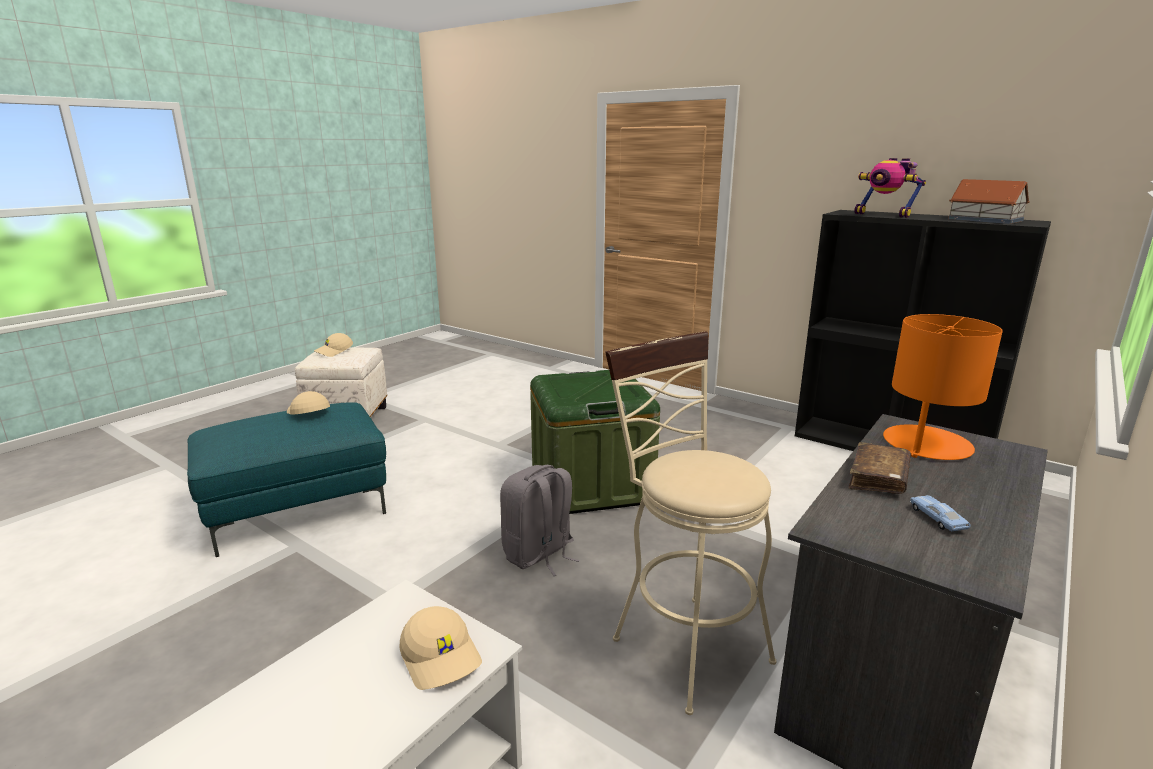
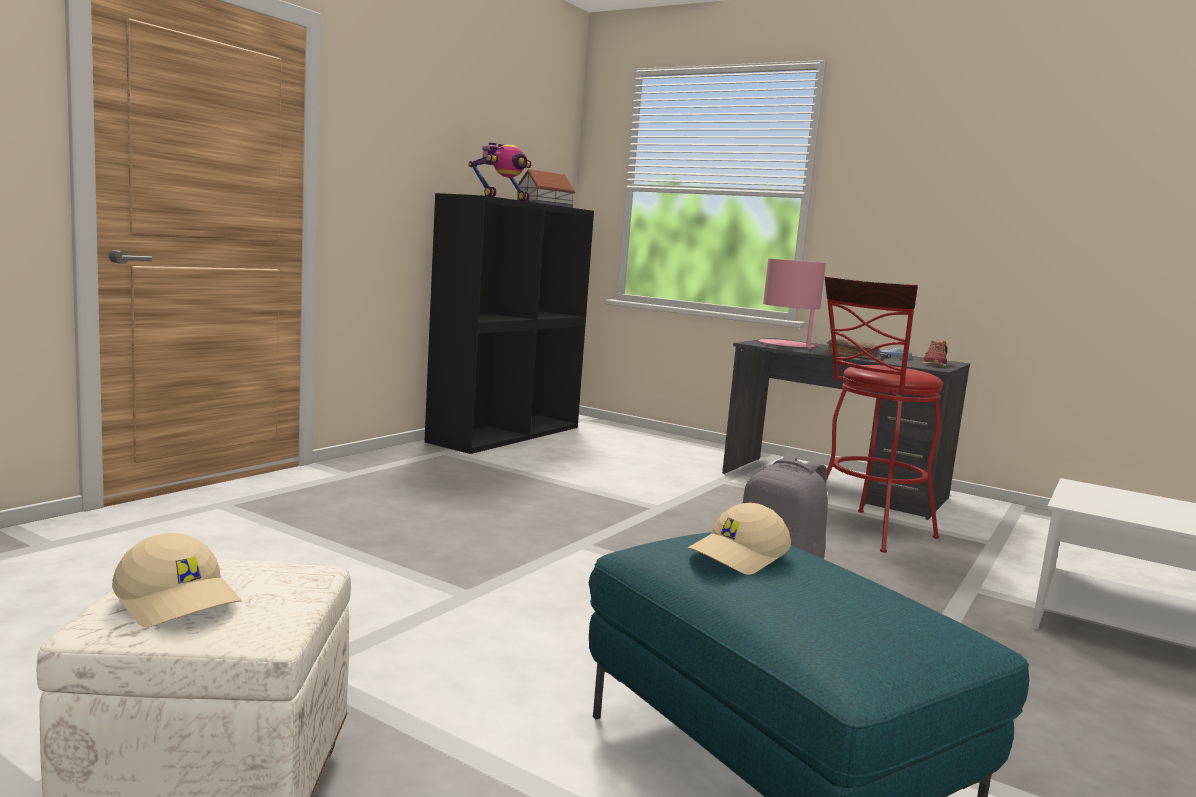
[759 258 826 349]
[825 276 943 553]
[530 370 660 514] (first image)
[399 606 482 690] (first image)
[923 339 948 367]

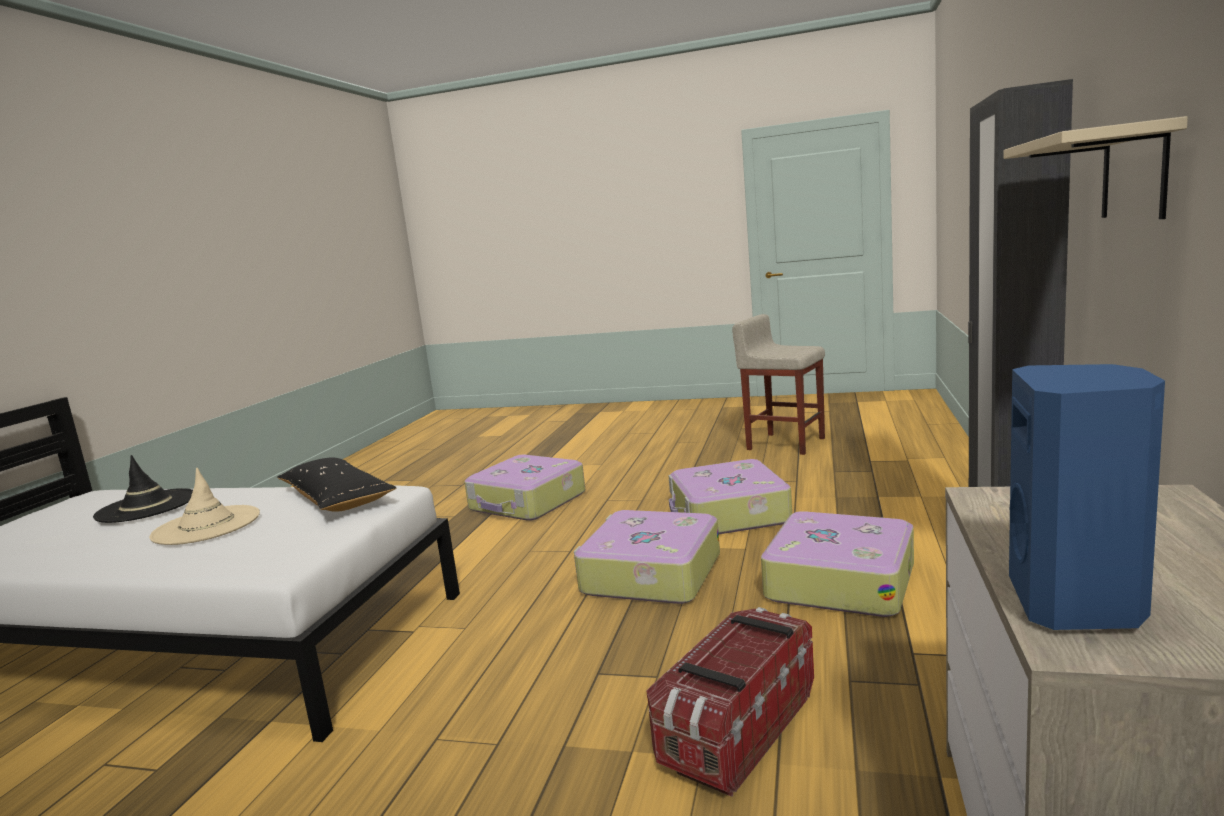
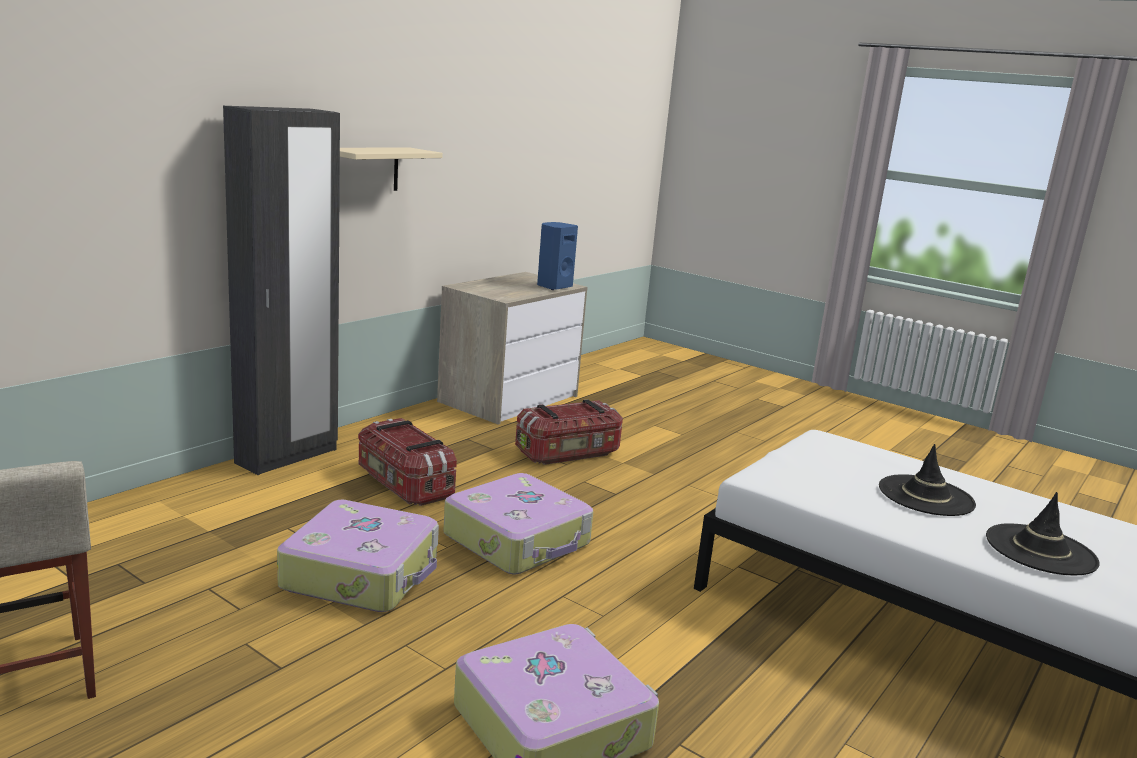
[277 457 396 512] (first image)
[879 444 976 516]
[358 418 457 506]

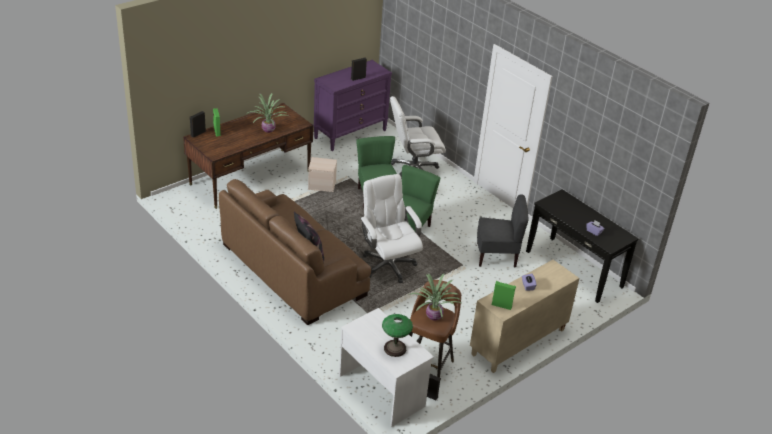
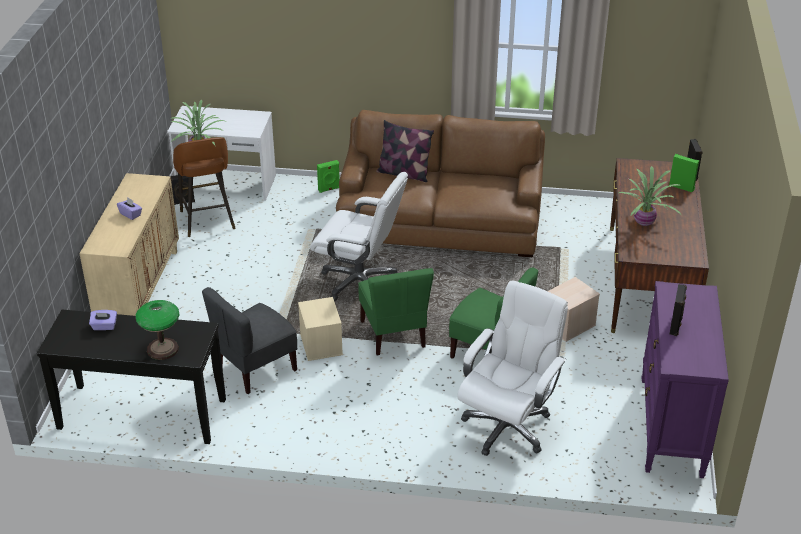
[317 160 340 193]
[135 300 180 360]
[298 297 343 361]

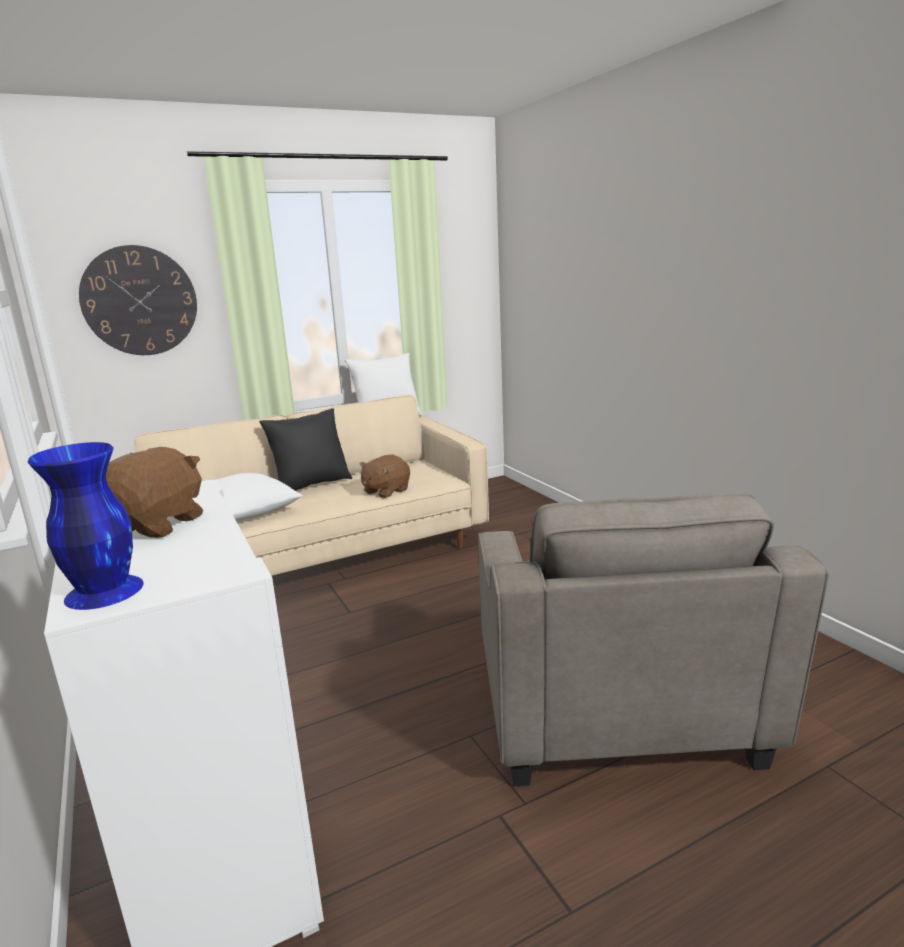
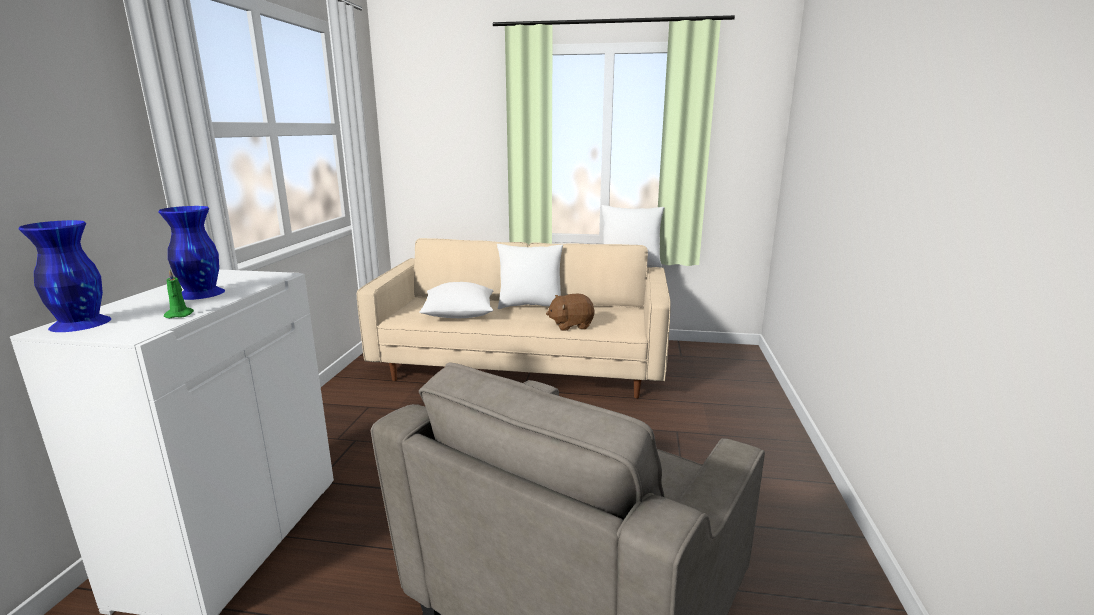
[79 245 197 355] (first image)
[497 244 563 309]
[158 206 225 300]
[164 270 194 318]

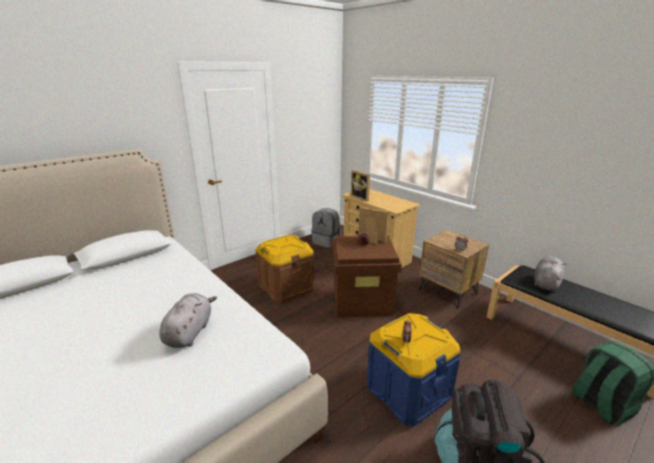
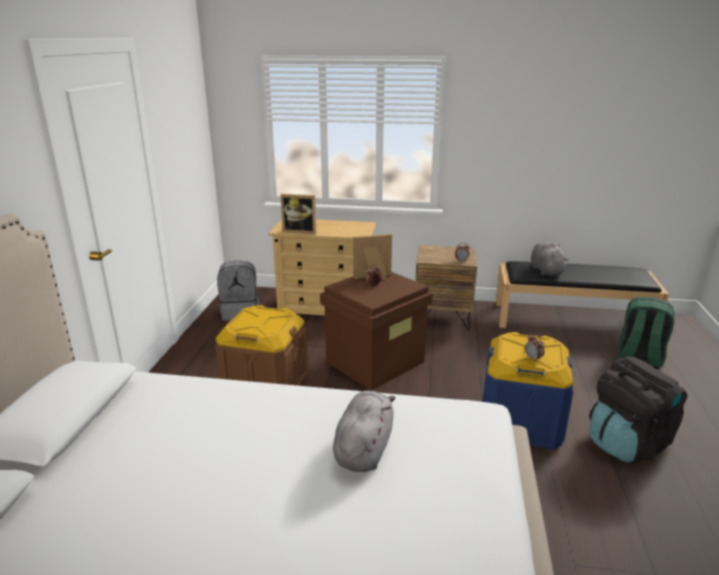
[333 391 395 472]

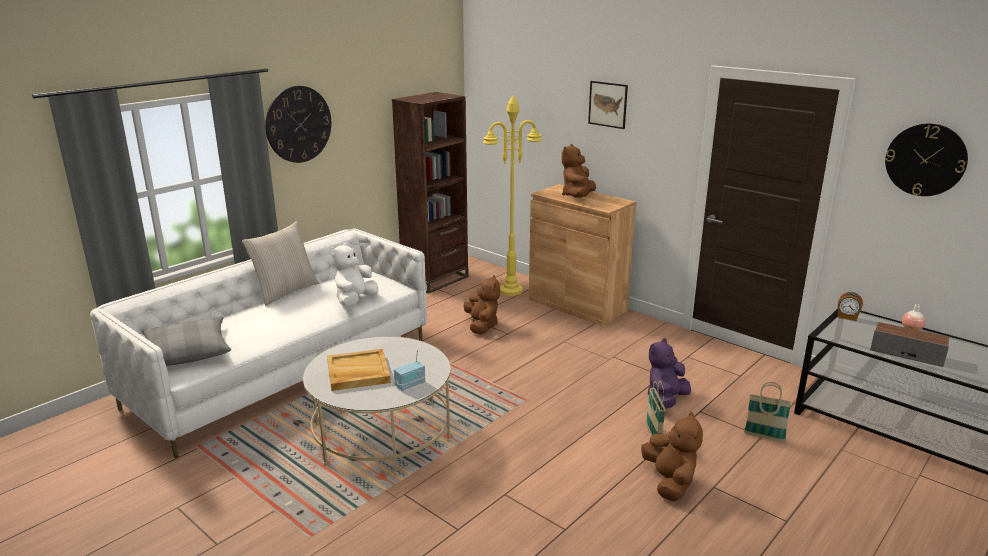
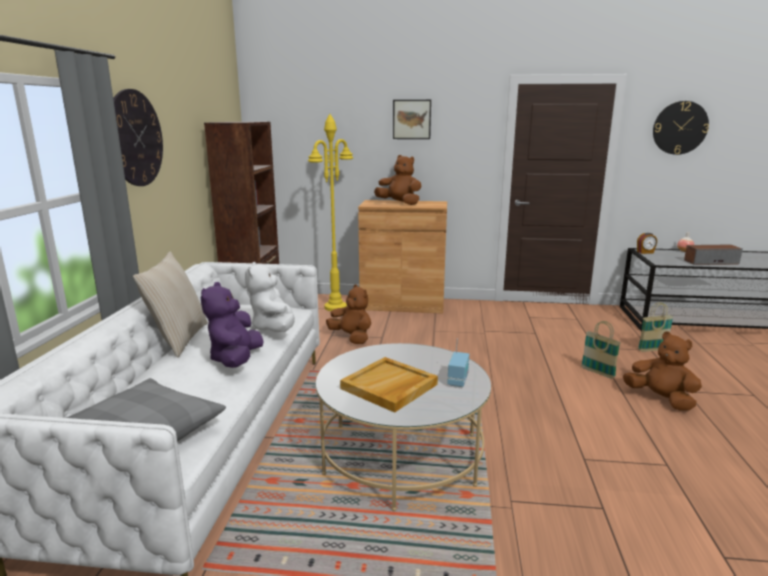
[374 155 421 205]
[201 282 264 368]

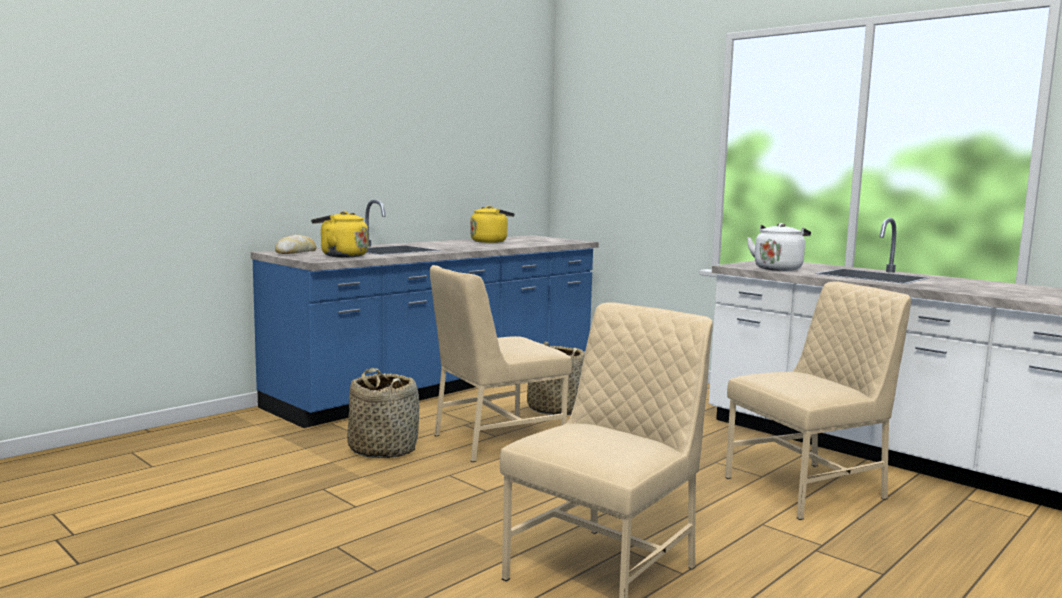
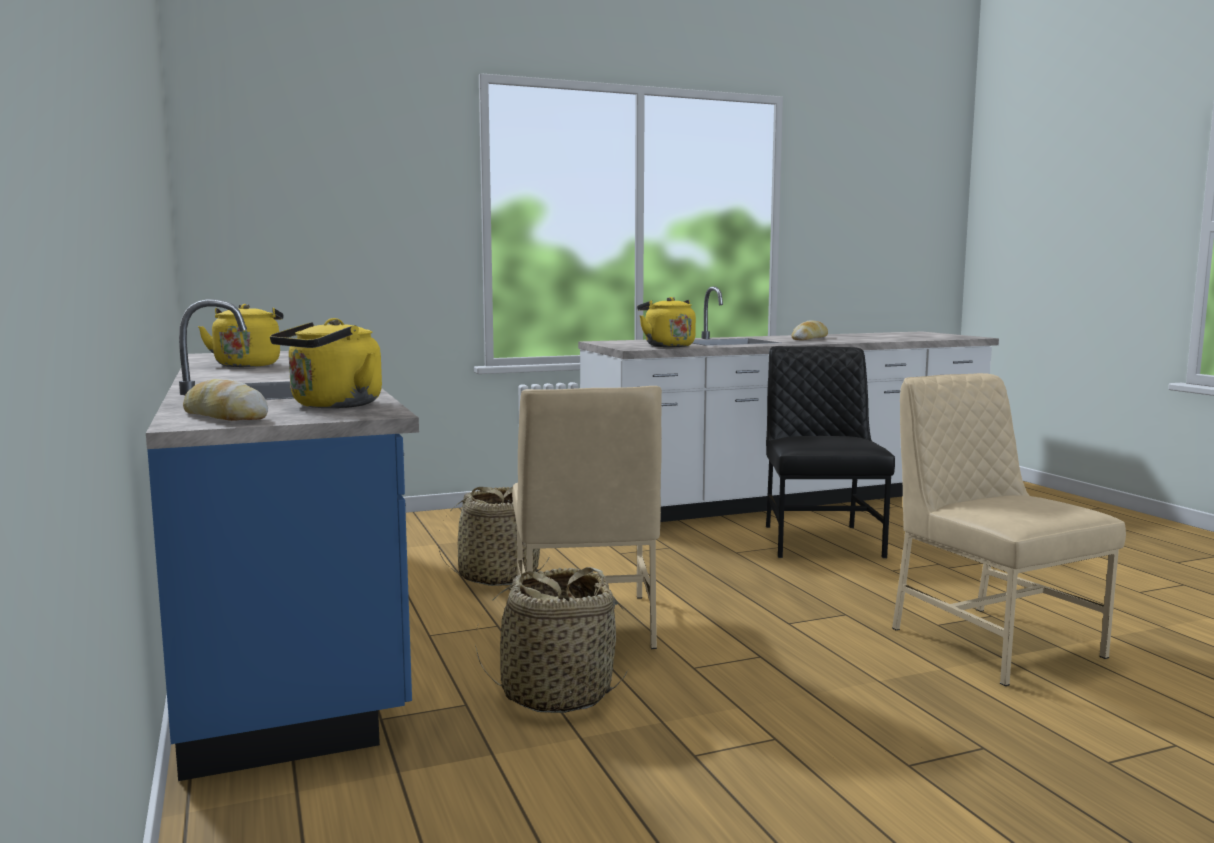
[637 297 696 347]
[766 346 895 558]
[791 320 828 340]

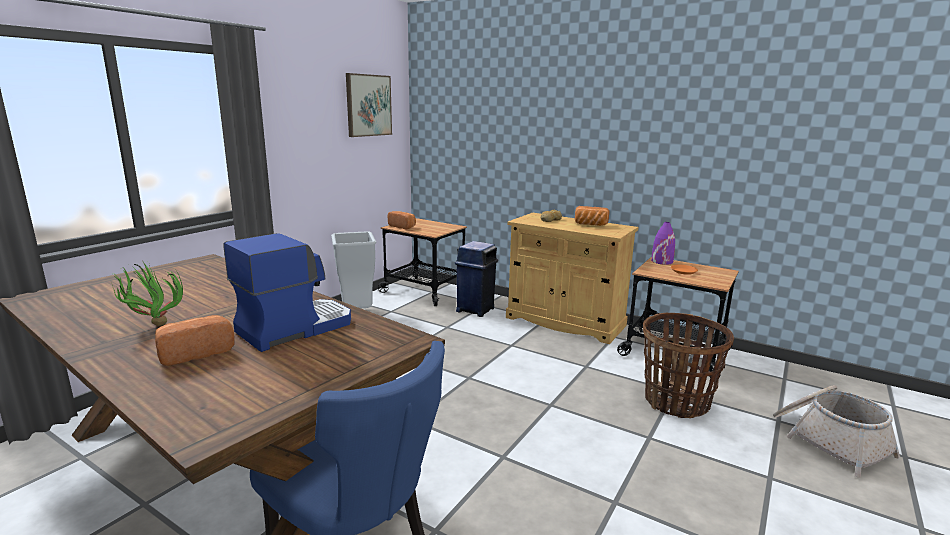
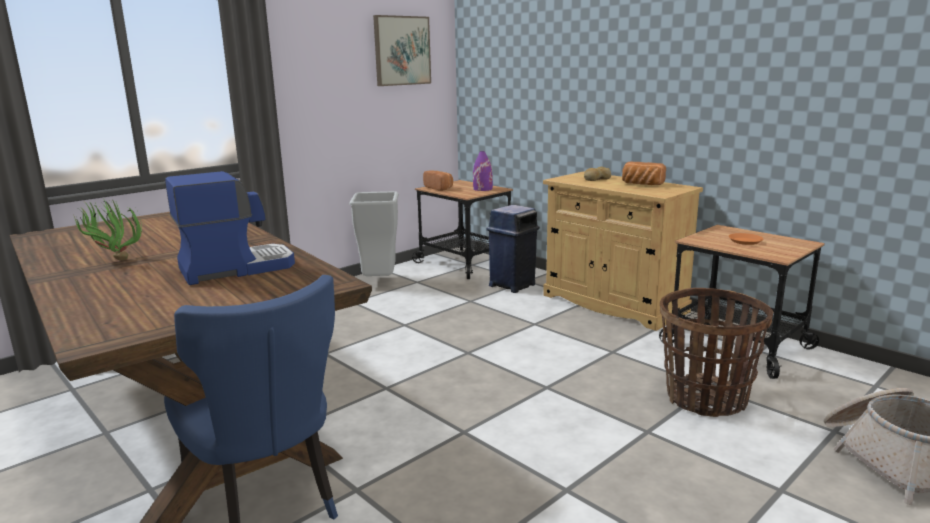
[473 151 493 191]
[155 315 235 366] (first image)

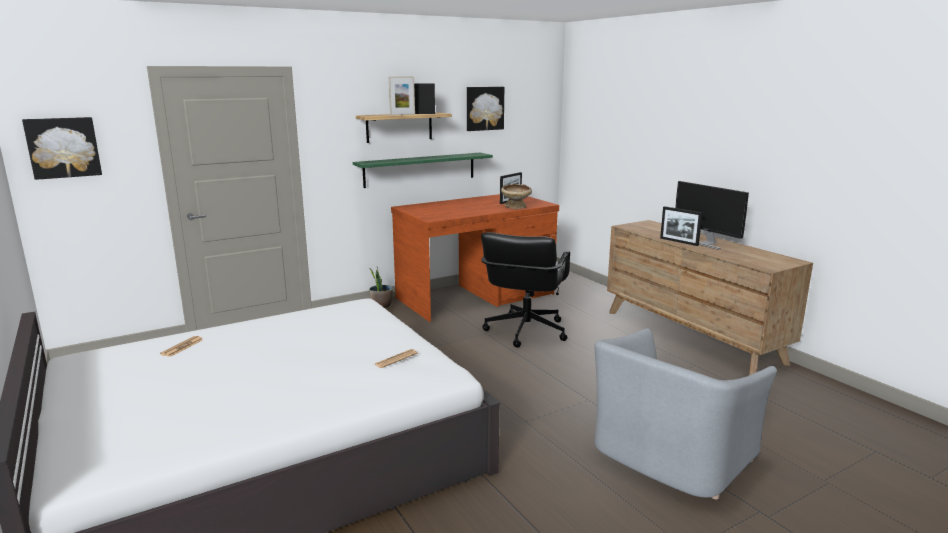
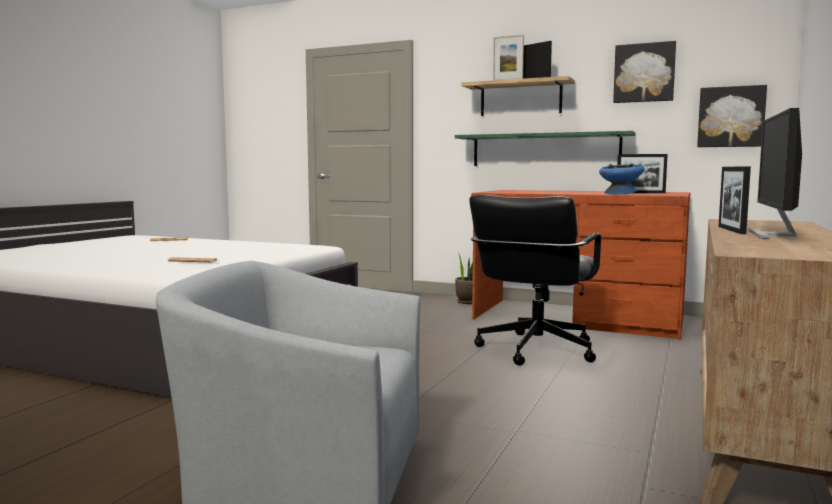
[697 85 767 147]
[599 163 645 194]
[469 195 601 366]

